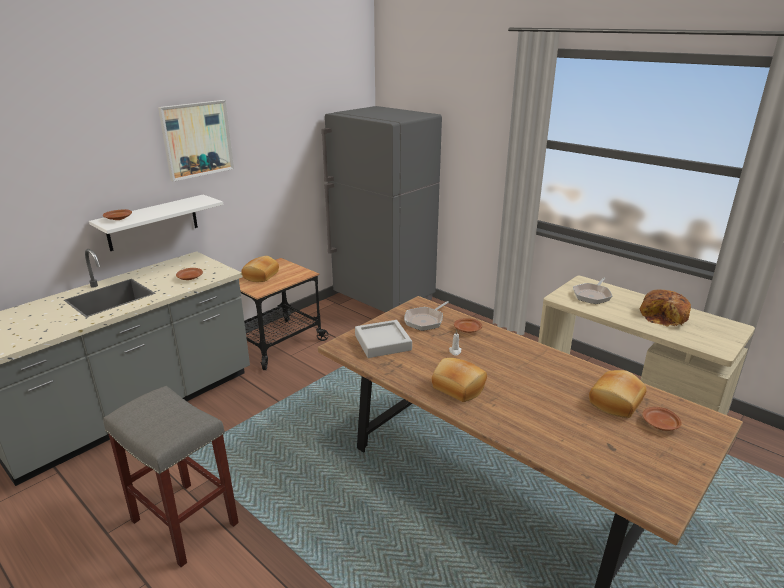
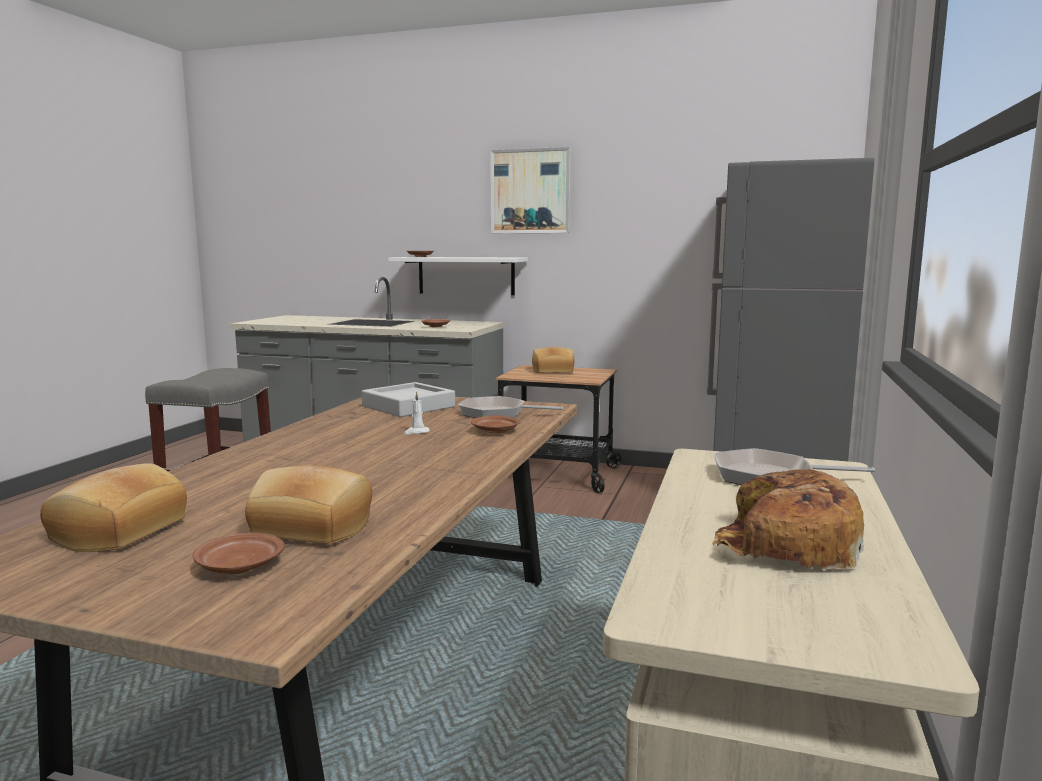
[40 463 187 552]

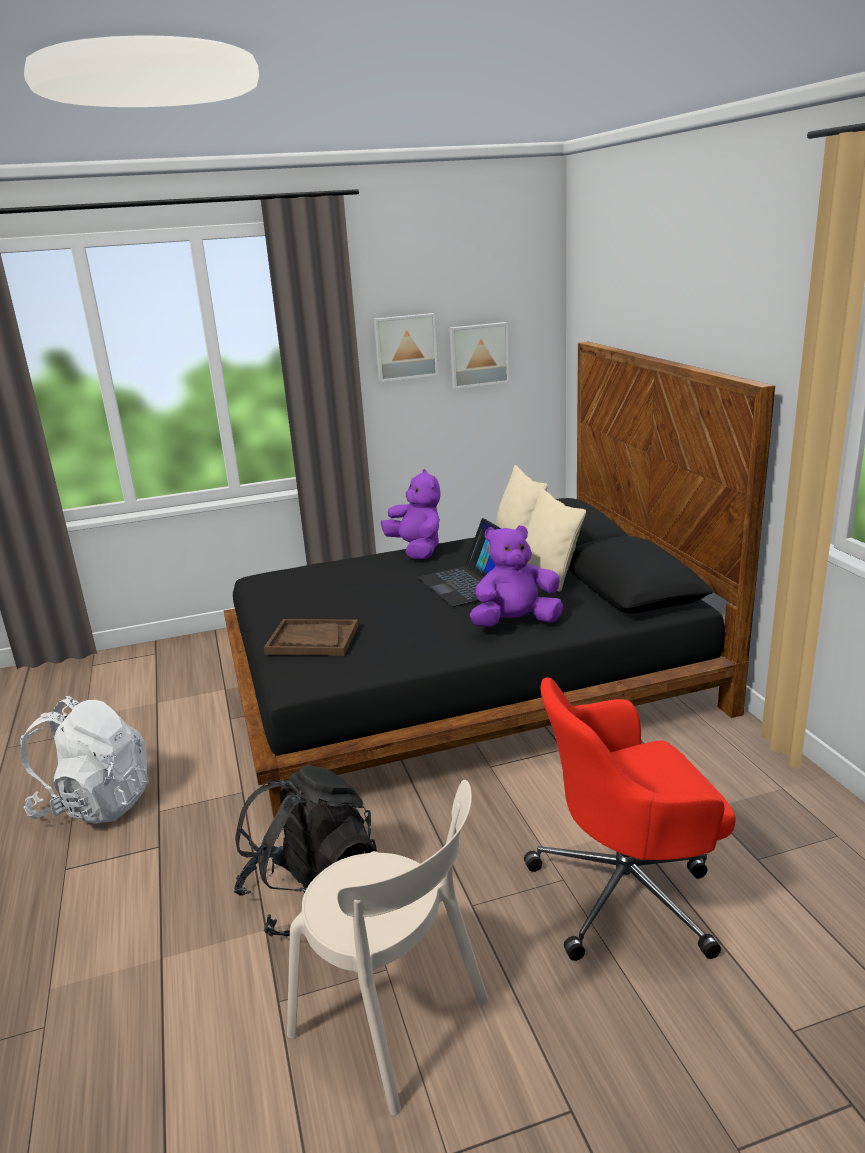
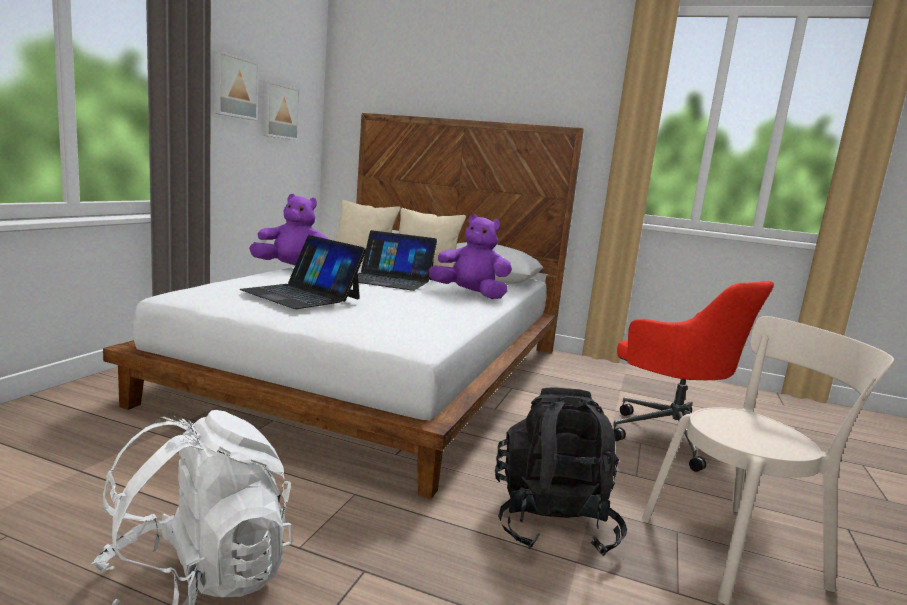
[103 113 584 499]
[428 214 512 299]
[264 619 358 656] (first image)
[613 281 774 472]
[239 235 366 309]

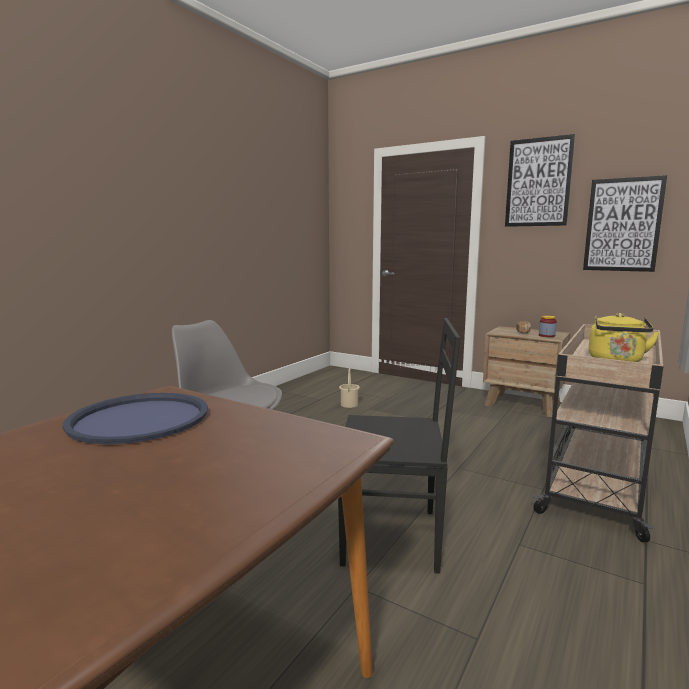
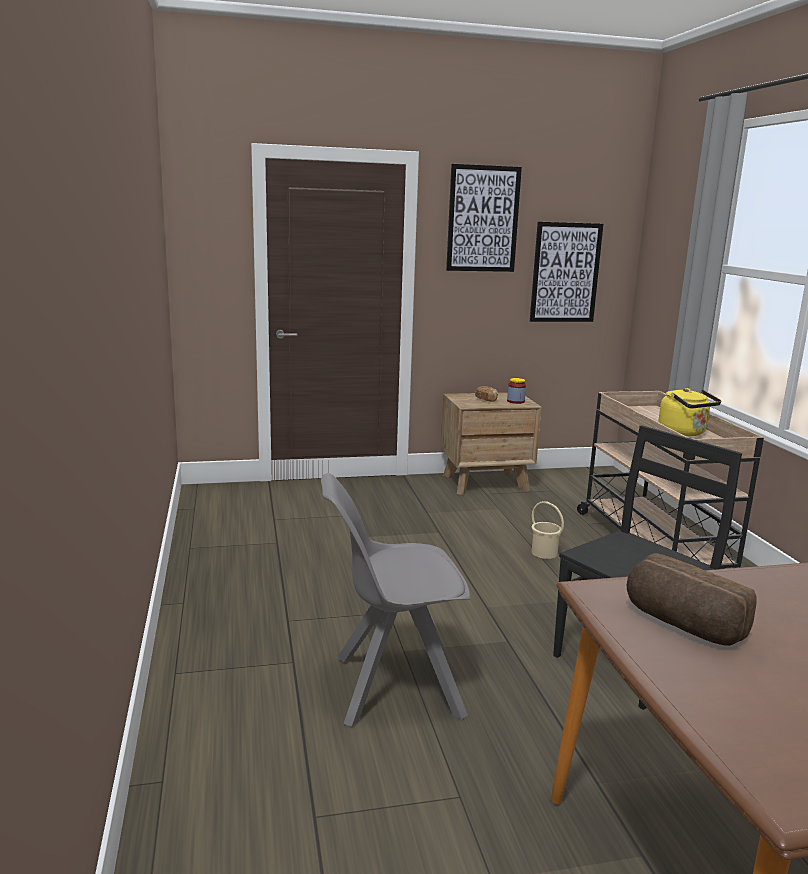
[532 501 564 559]
[627 553 756 646]

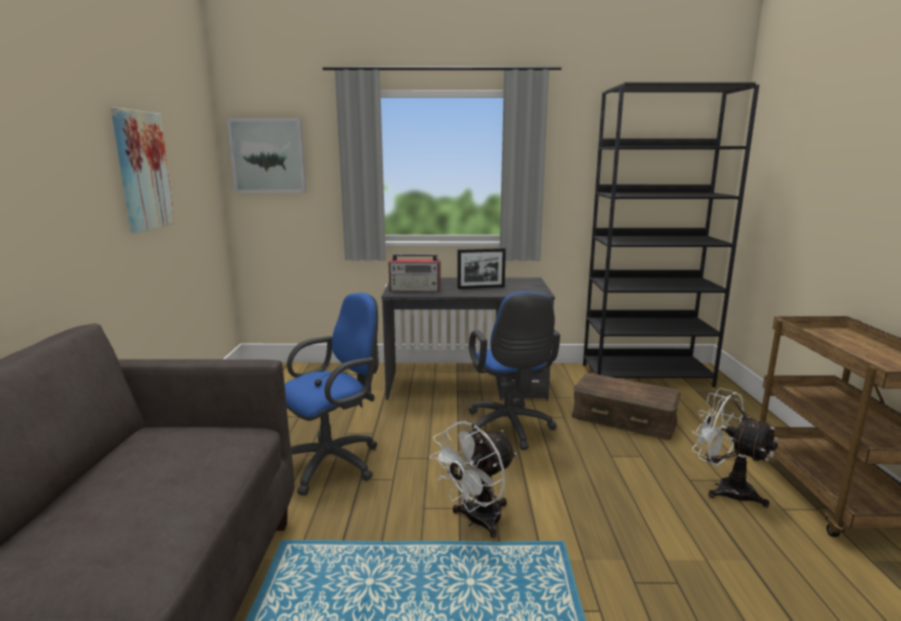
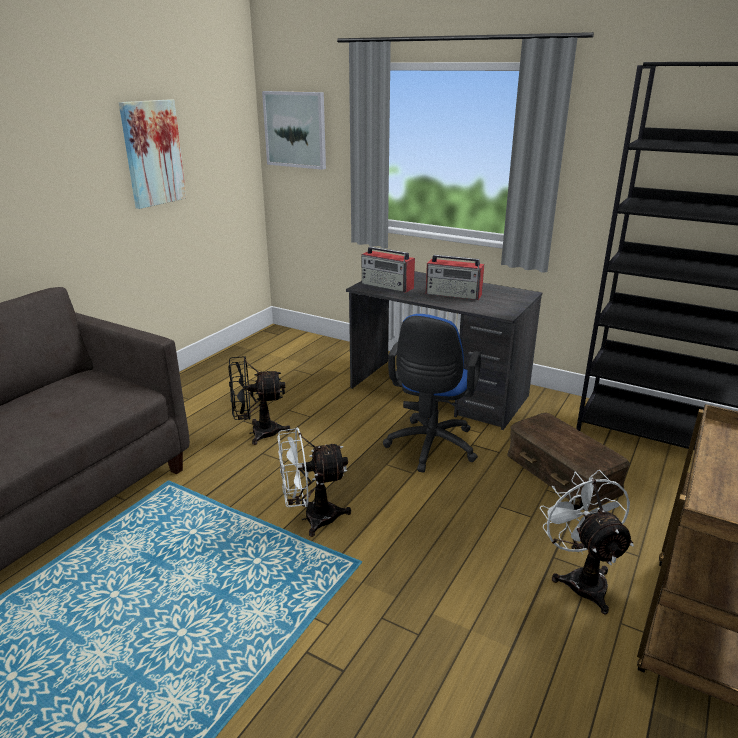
[426 255 484 300]
[228 356 290 445]

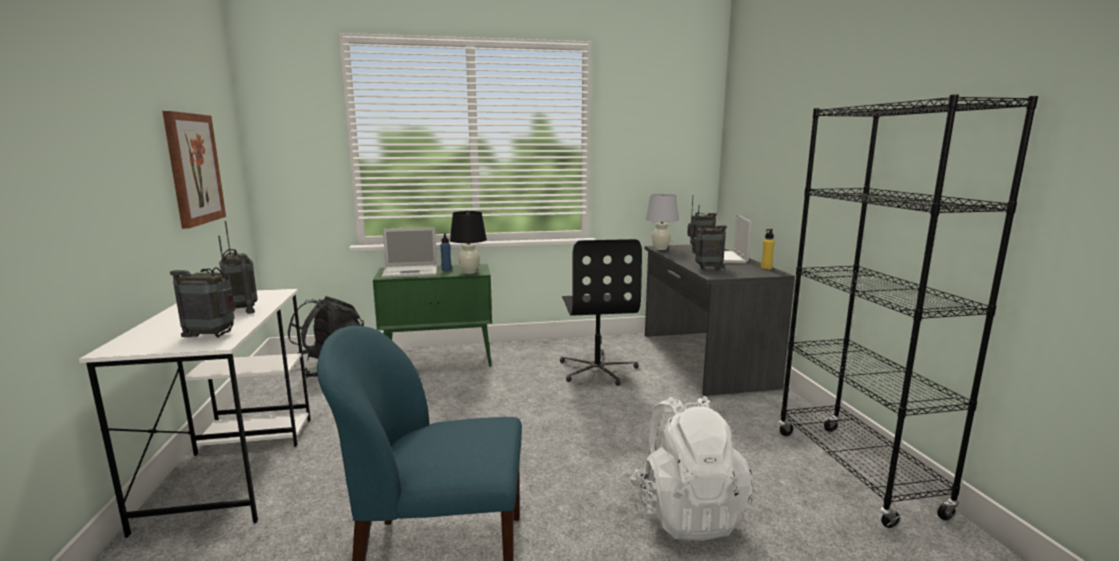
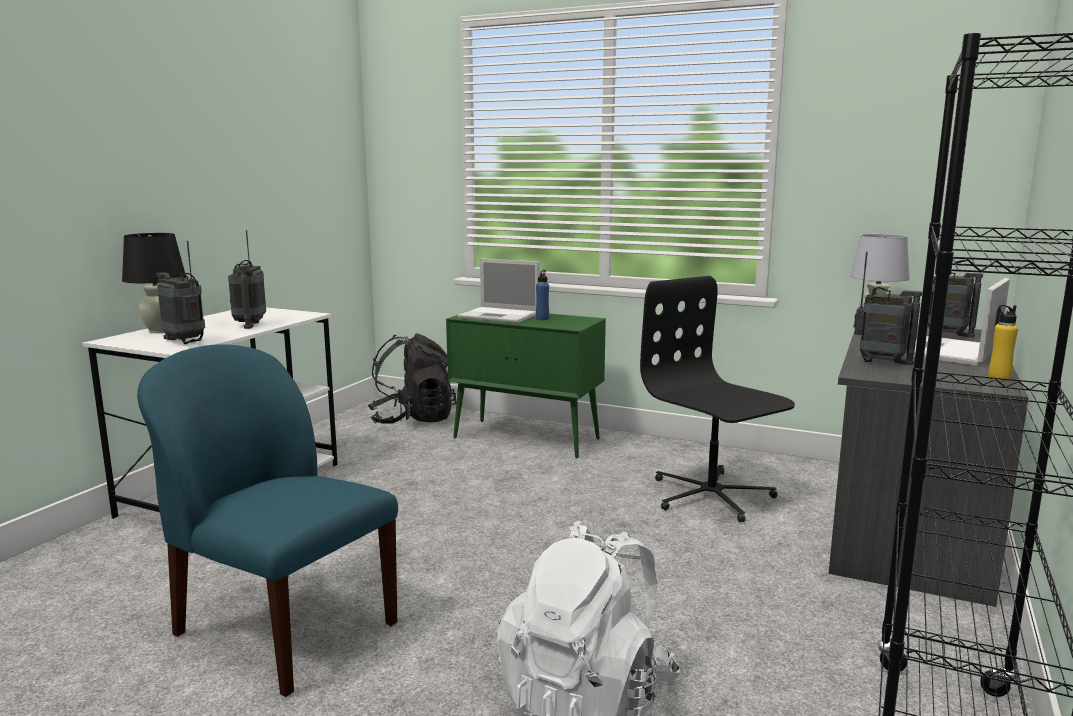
[162 111 226 229] (first image)
[122 233 186 333]
[640 276 795 522]

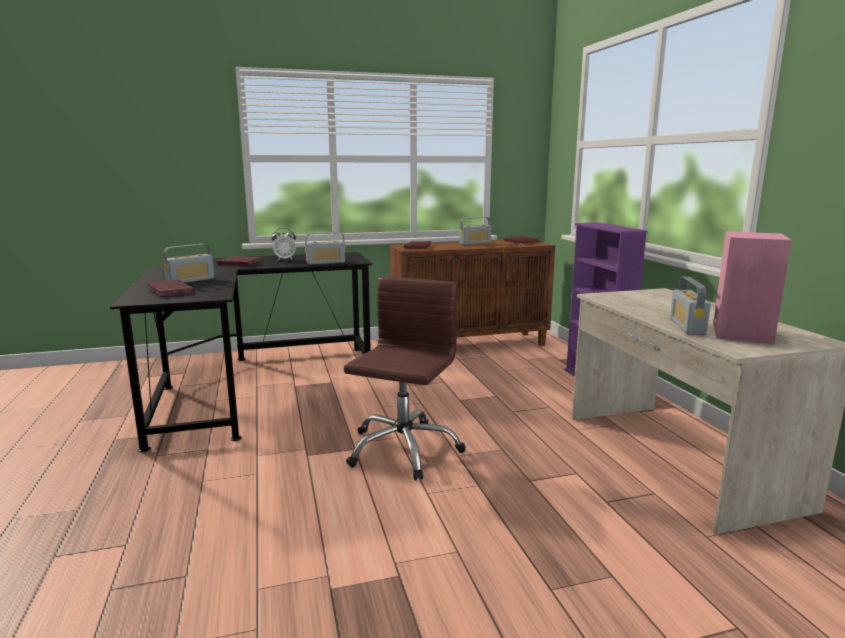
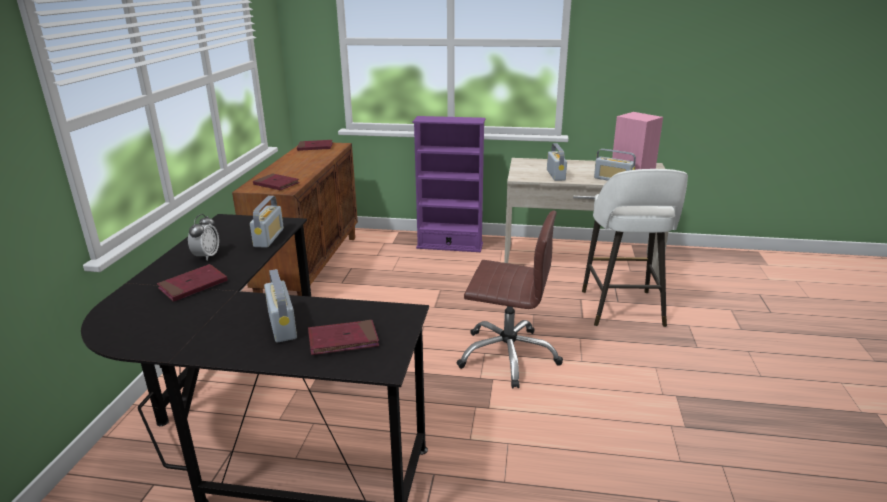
[547 143 567 181]
[457 211 563 388]
[582 169 688 327]

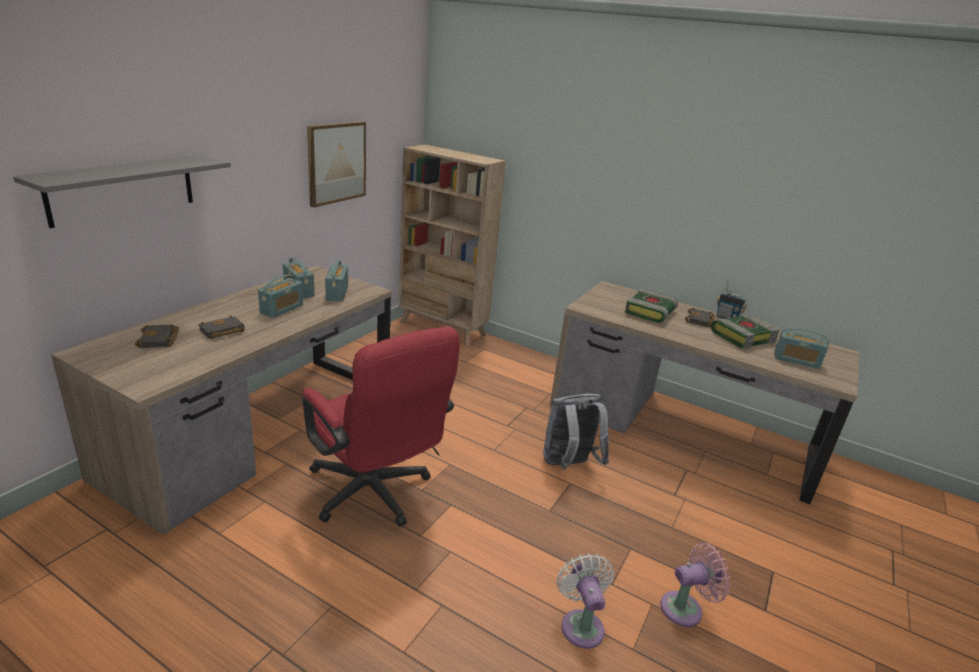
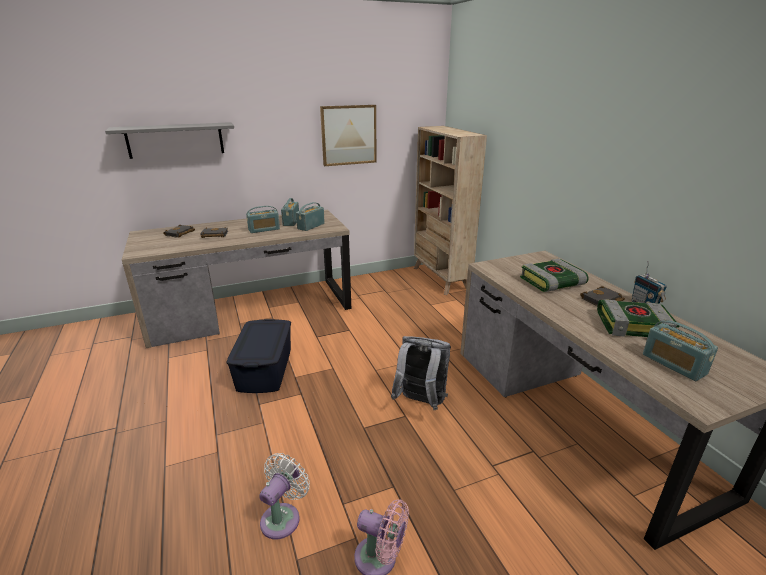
[226 319 291 393]

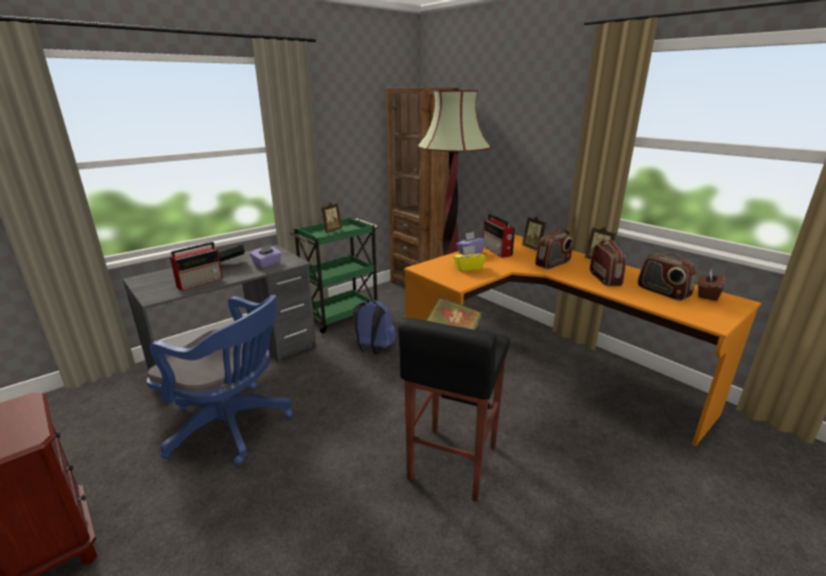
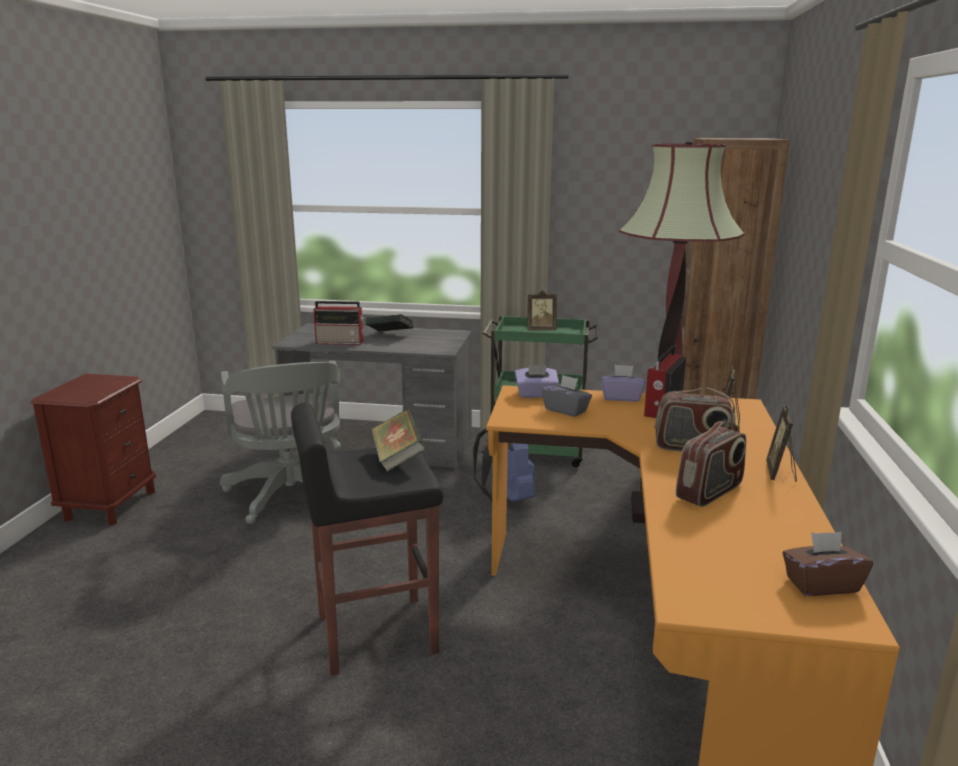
[515 365 559 398]
[541 375 592 417]
[638 253 696 301] (first image)
[220 361 341 524]

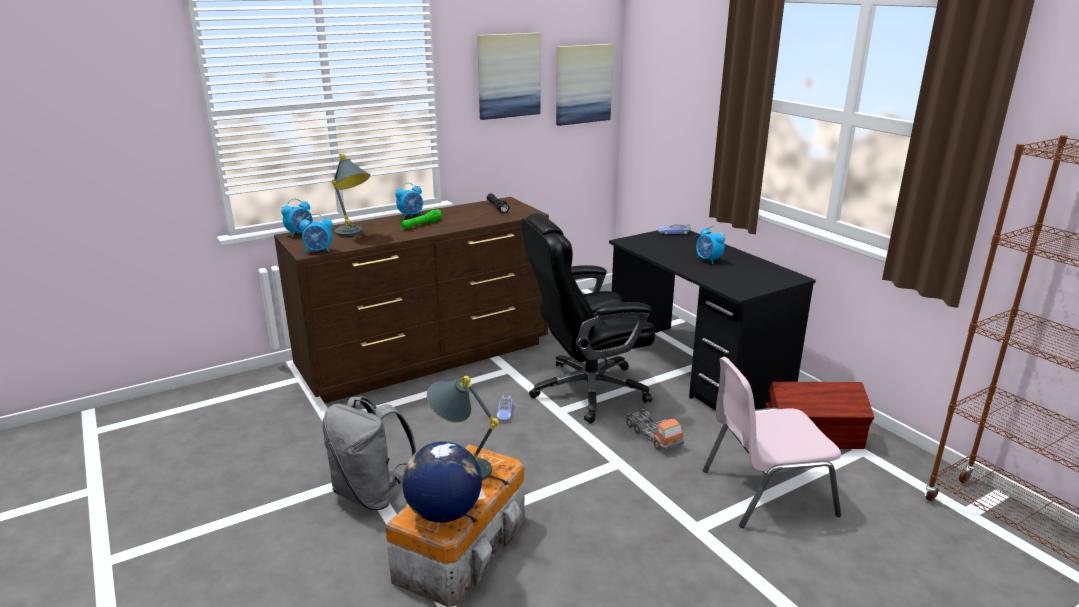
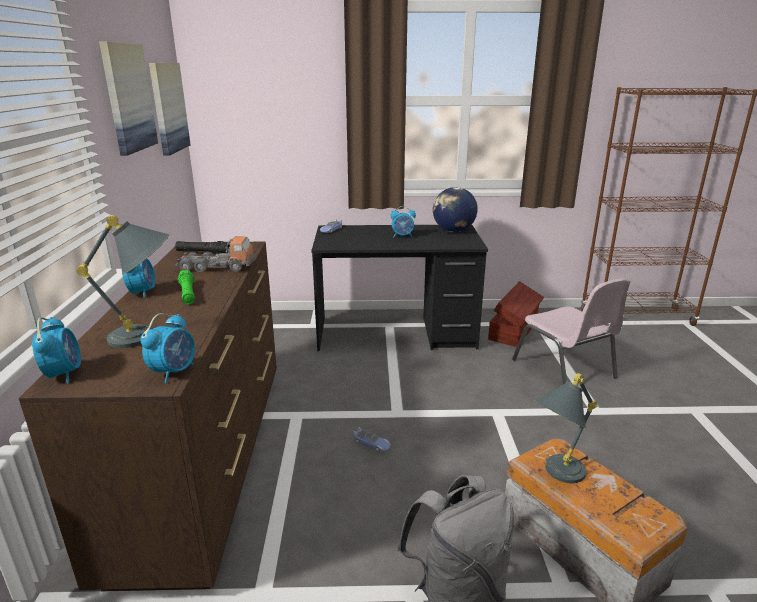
[521 213 655 424] (first image)
[512 278 630 384]
[175 236 255 272]
[433 187 478 232]

